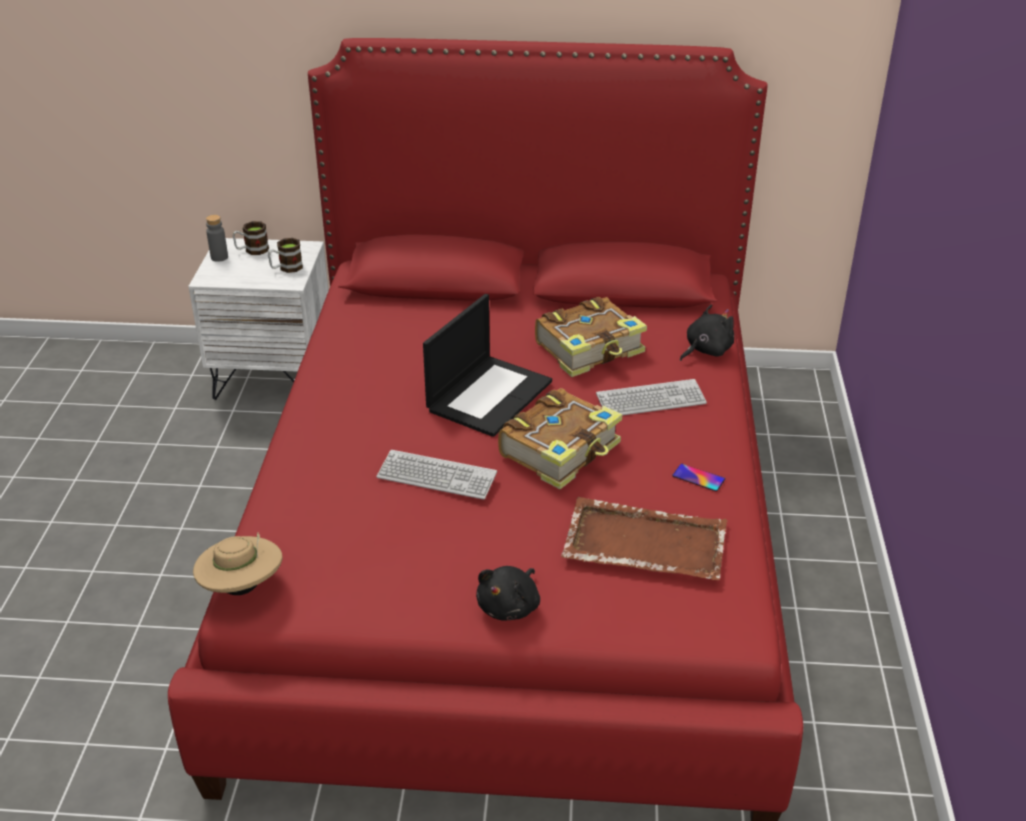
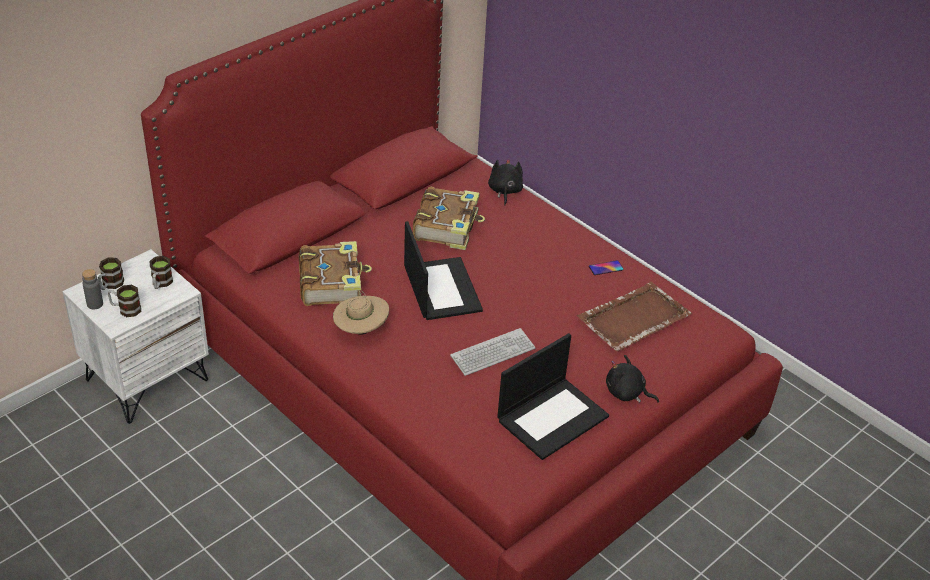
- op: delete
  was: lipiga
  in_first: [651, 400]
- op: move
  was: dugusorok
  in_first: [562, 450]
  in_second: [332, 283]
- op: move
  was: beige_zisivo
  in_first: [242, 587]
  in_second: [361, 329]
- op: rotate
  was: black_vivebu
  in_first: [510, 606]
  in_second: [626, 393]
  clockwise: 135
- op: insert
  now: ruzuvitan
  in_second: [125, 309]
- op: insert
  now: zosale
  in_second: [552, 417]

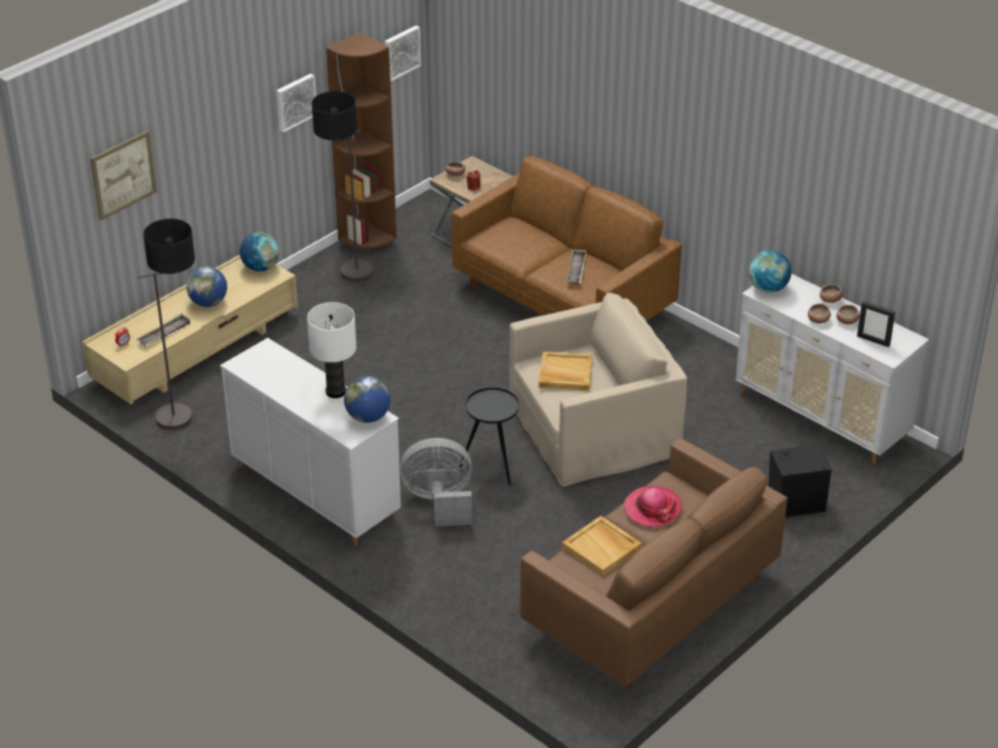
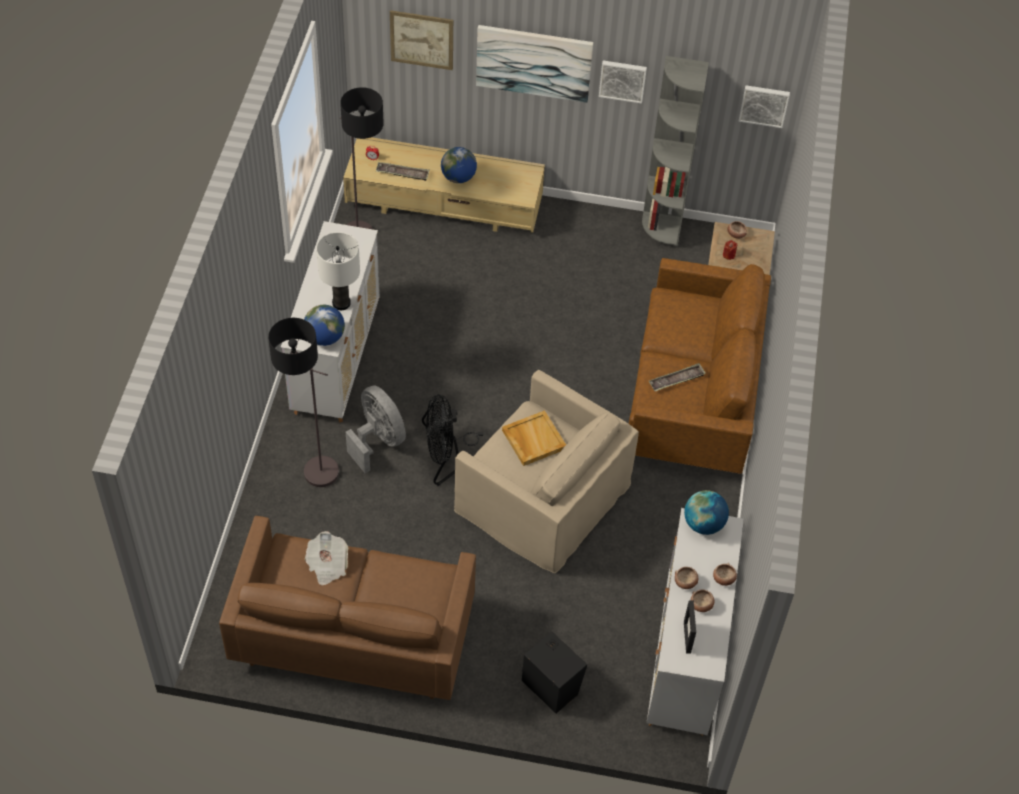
- op: recolor
  was: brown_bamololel
  now: grey_bamololel
  in_first: [367, 243]
  in_second: [661, 231]
- op: move
  was: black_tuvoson
  in_first: [348, 275]
  in_second: [311, 469]
- op: delete
  was: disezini
  in_first: [261, 267]
- op: replace
  was: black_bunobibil
  now: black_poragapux
  in_first: [492, 464]
  in_second: [446, 452]
- op: delete
  was: zisivo
  in_first: [652, 508]
- op: replace
  was: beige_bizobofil
  now: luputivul
  in_first: [602, 548]
  in_second: [327, 565]
- op: insert
  now: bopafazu
  in_second: [534, 62]

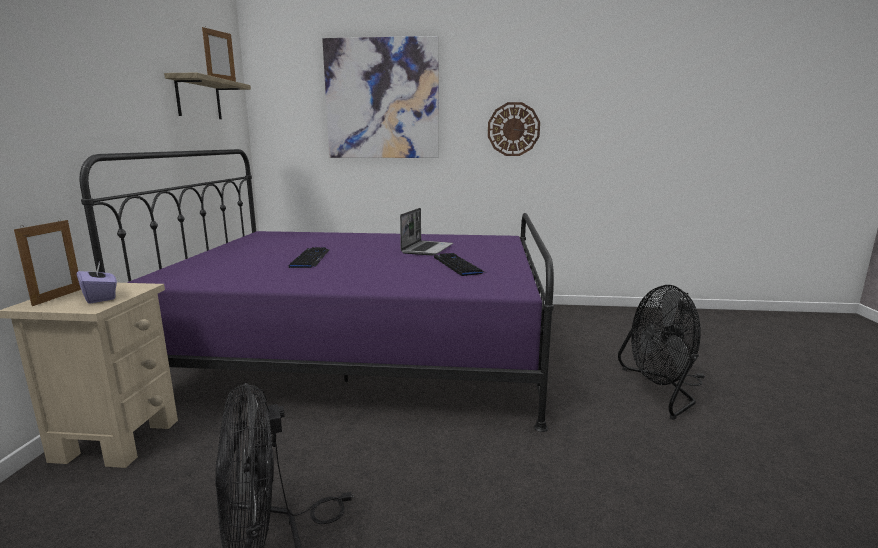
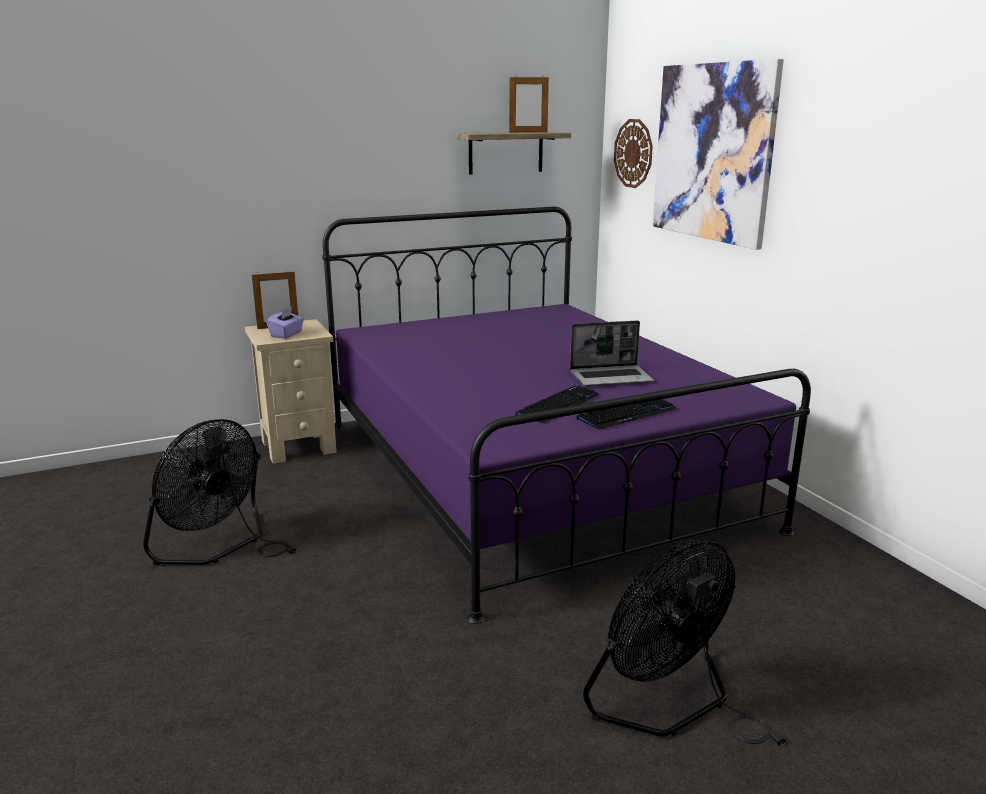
- op: move
  was: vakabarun
  in_first: [513, 129]
  in_second: [633, 153]
- op: move
  was: lipiga
  in_first: [310, 259]
  in_second: [627, 415]

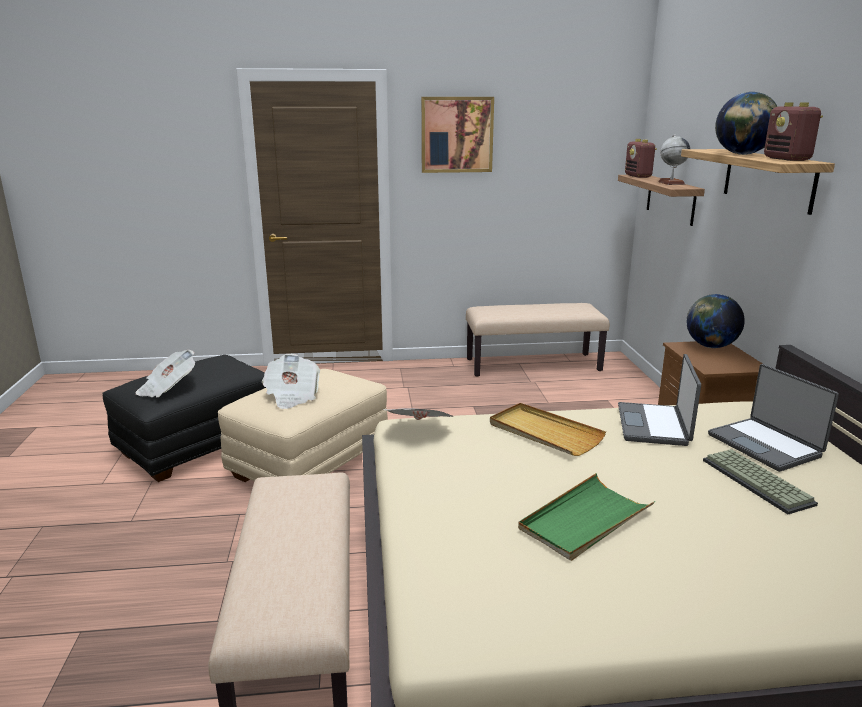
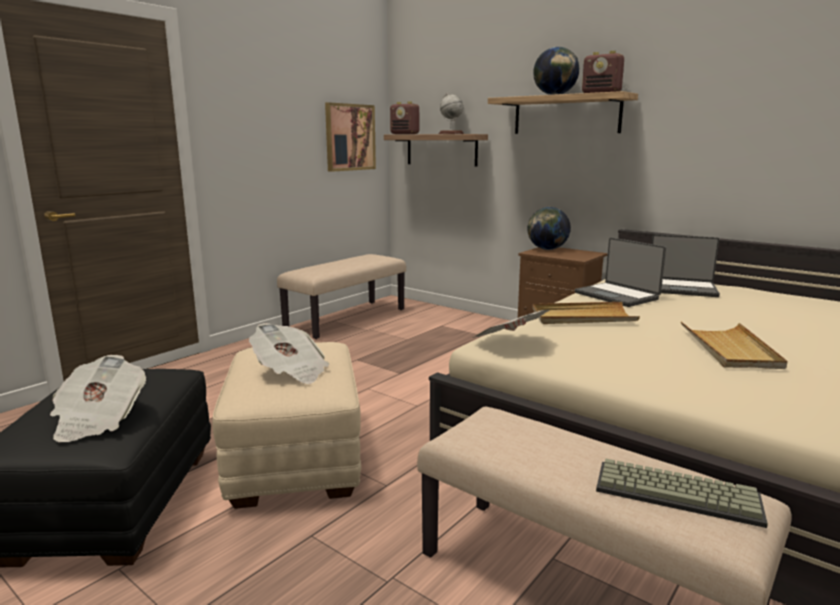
- op: move
  was: bopafazu
  in_first: [457, 135]
  in_second: [350, 137]
- op: move
  was: lipiga
  in_first: [759, 482]
  in_second: [678, 492]
- op: recolor
  was: green_bizobofil
  now: beige_bizobofil
  in_first: [584, 520]
  in_second: [730, 349]

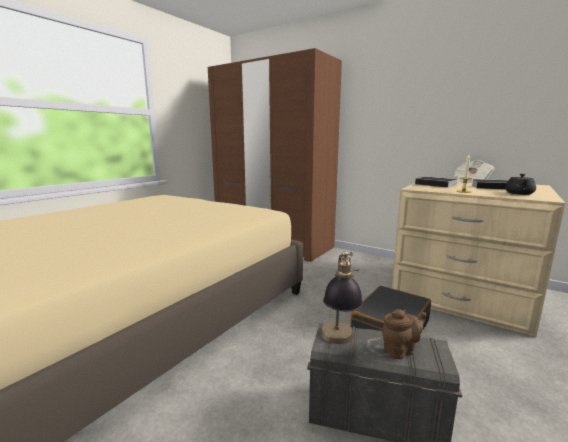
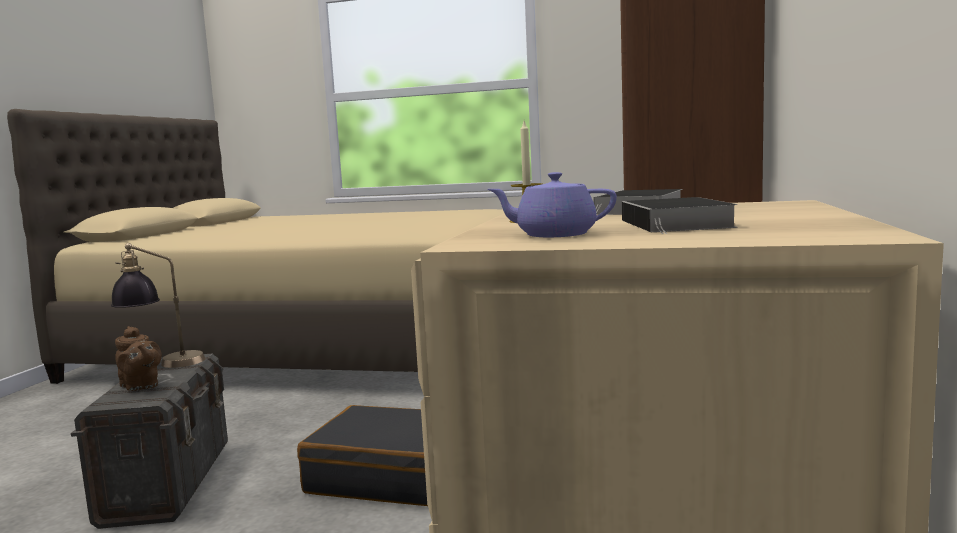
- op: delete
  was: luputivul
  in_first: [470, 182]
- op: recolor
  was: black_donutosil
  now: purple_donutosil
  in_first: [519, 193]
  in_second: [554, 235]

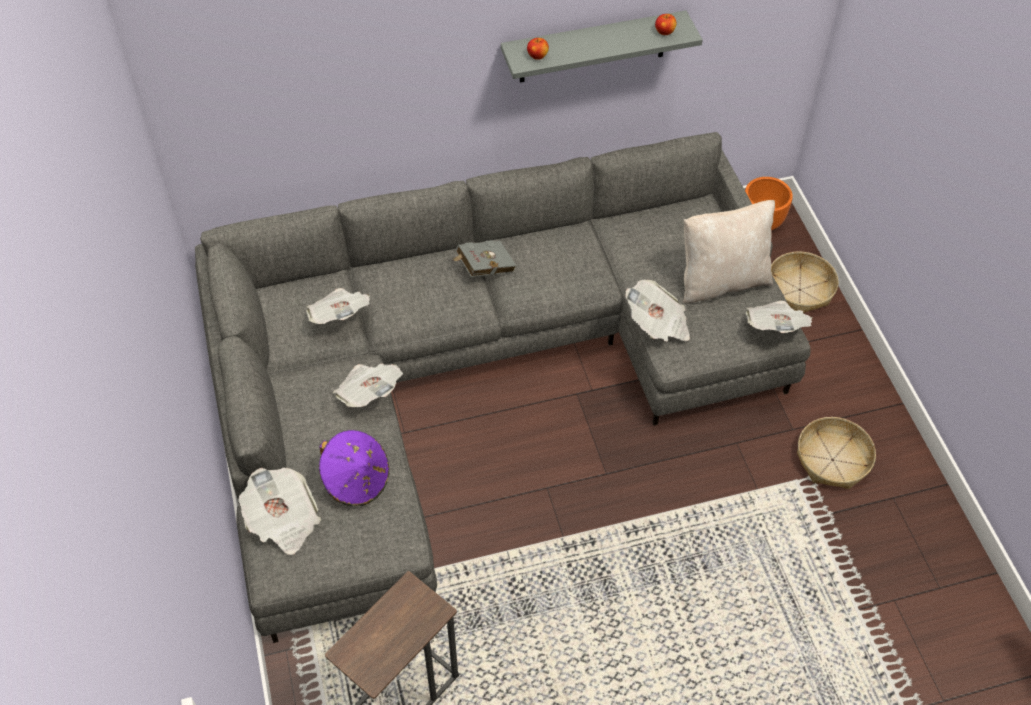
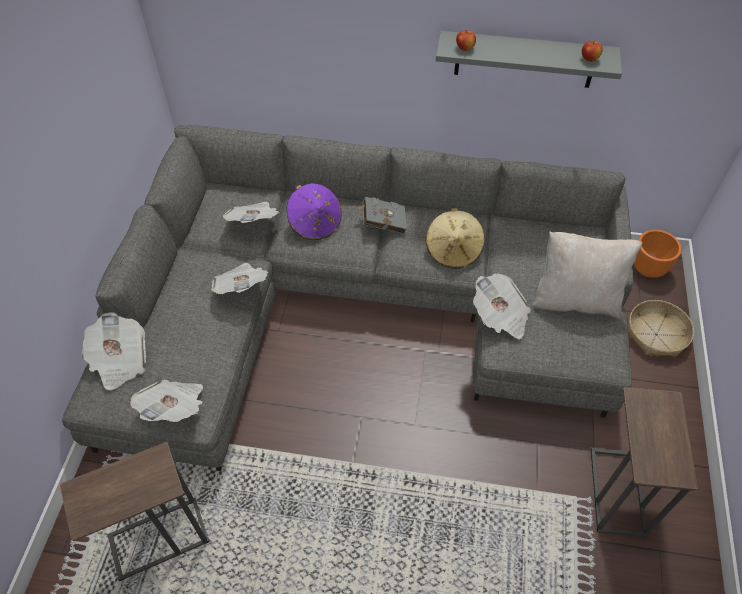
- op: move
  was: luputivul
  in_first: [775, 327]
  in_second: [174, 408]
- op: replace
  was: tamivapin
  now: brown_bunobibil
  in_first: [832, 460]
  in_second: [618, 492]
- op: move
  was: purple_zisivo
  in_first: [356, 480]
  in_second: [315, 223]
- op: insert
  now: beige_zisivo
  in_second: [453, 251]

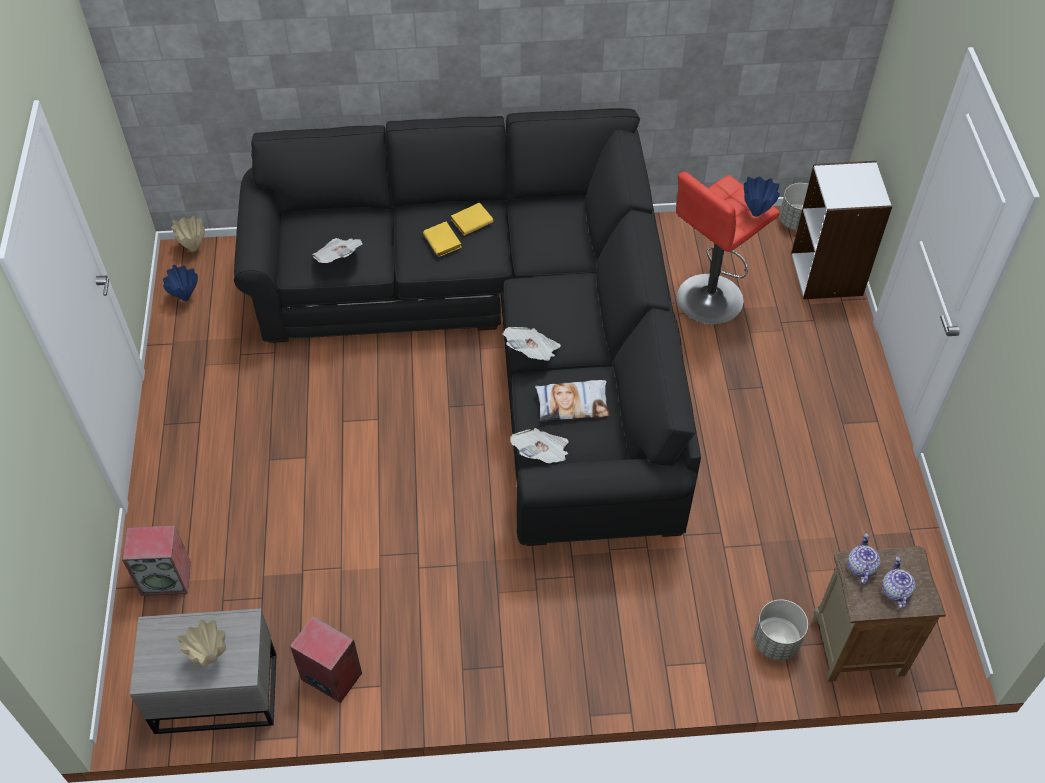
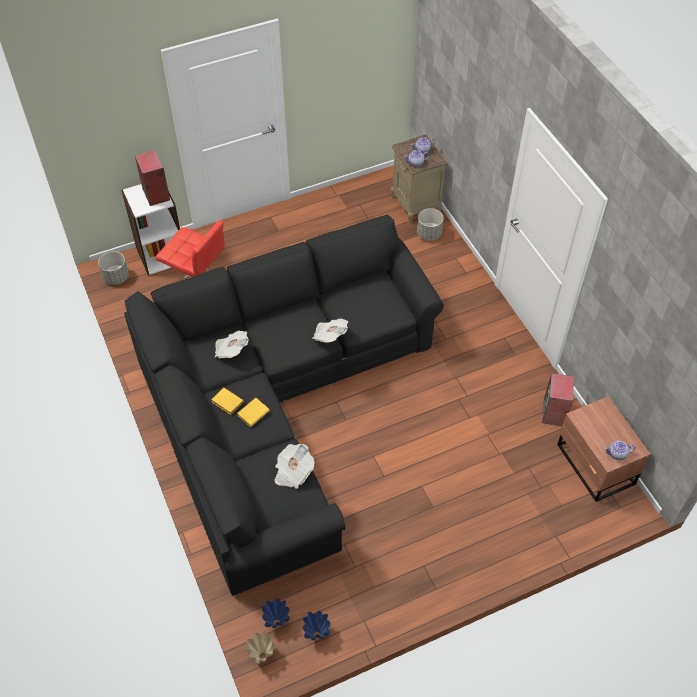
- op: move
  was: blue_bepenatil
  in_first: [756, 214]
  in_second: [277, 622]
- op: delete
  was: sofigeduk
  in_first: [572, 403]
- op: move
  was: luputivul
  in_first: [542, 454]
  in_second: [231, 350]
- op: move
  was: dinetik
  in_first: [167, 578]
  in_second: [155, 194]
- op: recolor
  was: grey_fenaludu
  now: brown_fenaludu
  in_first: [214, 691]
  in_second: [595, 465]
- op: delete
  was: beige_bepenatil
  in_first: [211, 659]
- op: insert
  now: donutosil
  in_second: [617, 454]

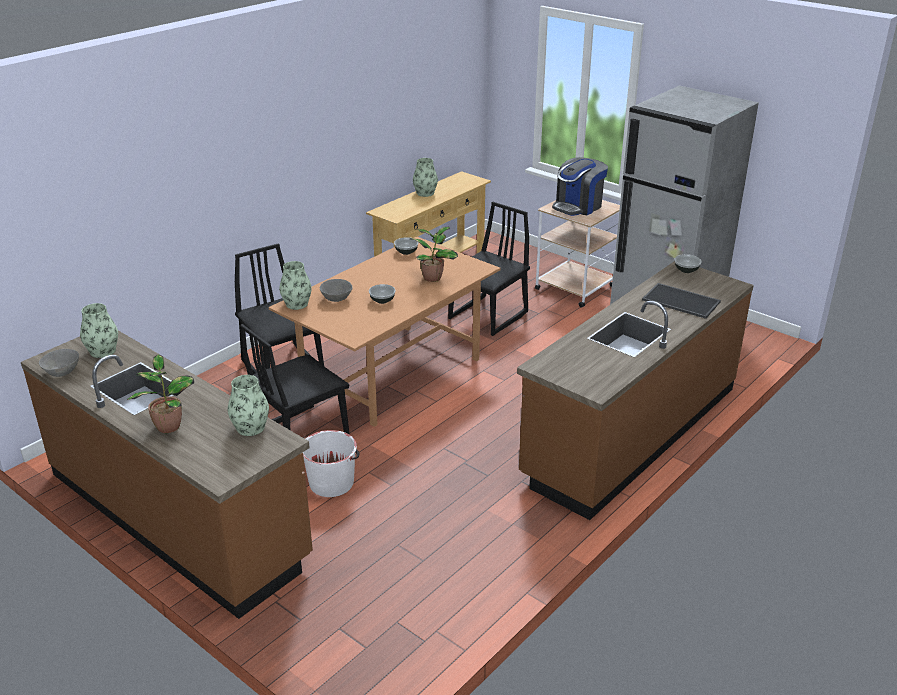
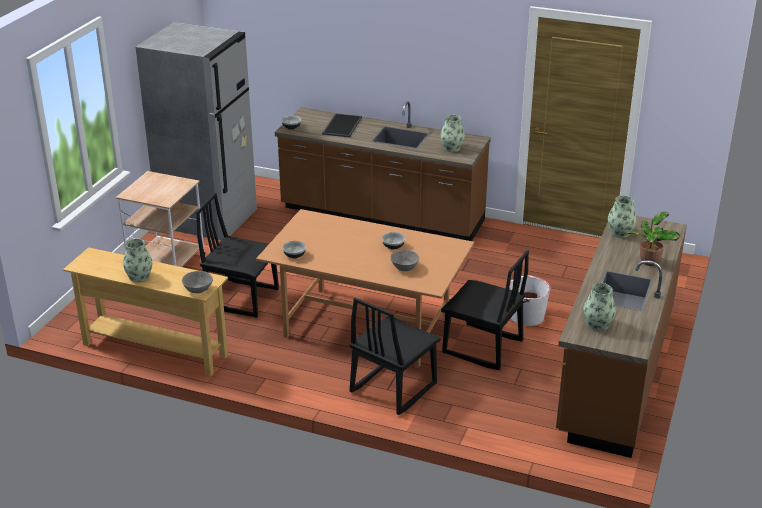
- op: delete
  was: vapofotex
  in_first: [578, 206]
- op: delete
  was: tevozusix
  in_first: [433, 277]
- op: move
  was: bepenatil
  in_first: [296, 304]
  in_second: [452, 148]
- op: move
  was: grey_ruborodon
  in_first: [62, 371]
  in_second: [197, 290]

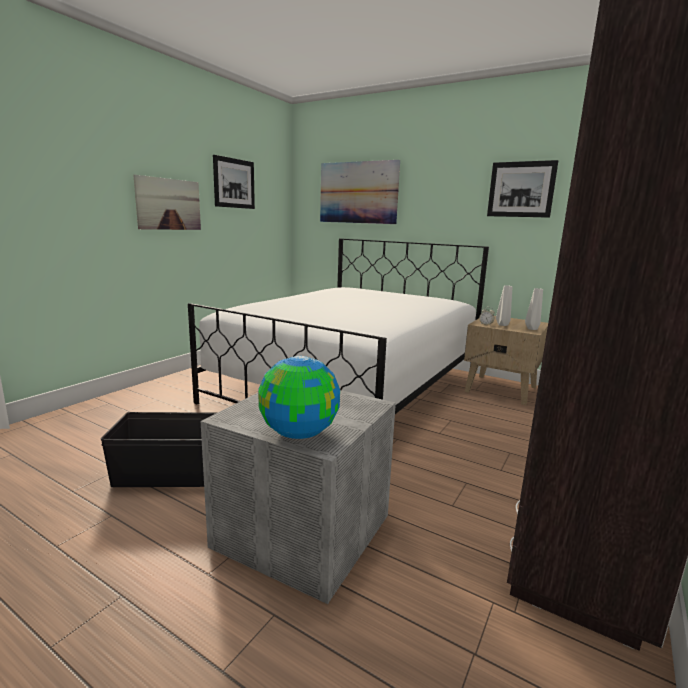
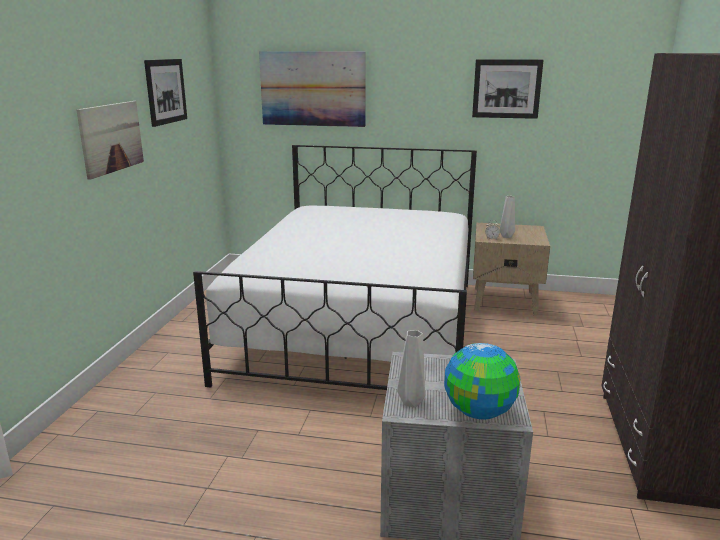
- op: move
  was: grey_bepenatil
  in_first: [532, 329]
  in_second: [411, 403]
- op: delete
  was: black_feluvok
  in_first: [169, 473]

